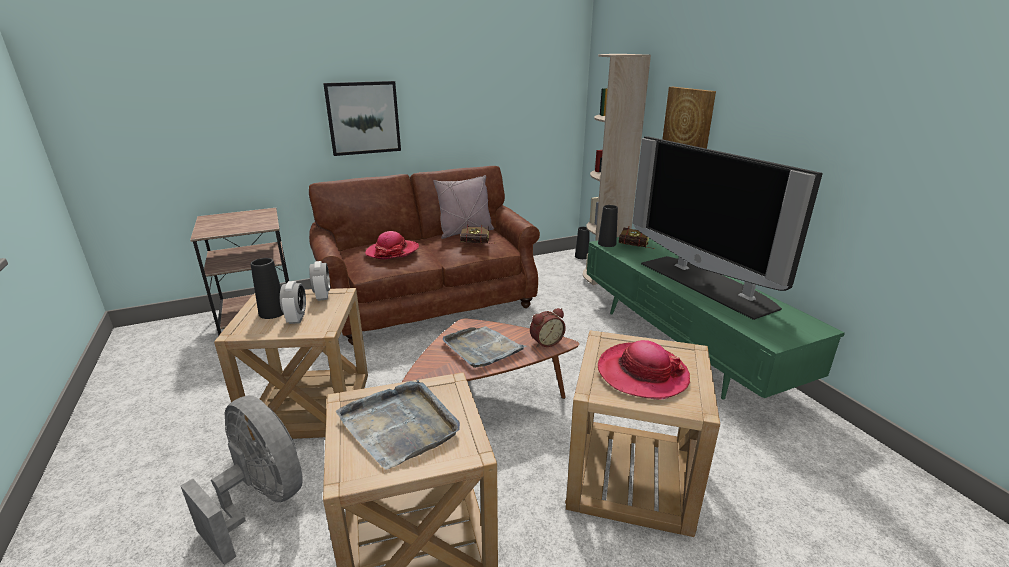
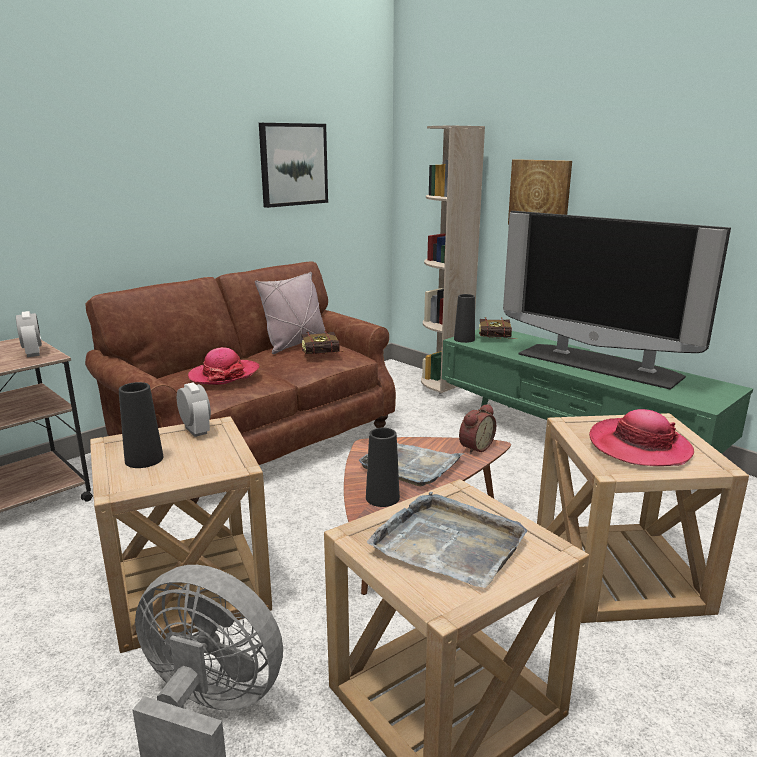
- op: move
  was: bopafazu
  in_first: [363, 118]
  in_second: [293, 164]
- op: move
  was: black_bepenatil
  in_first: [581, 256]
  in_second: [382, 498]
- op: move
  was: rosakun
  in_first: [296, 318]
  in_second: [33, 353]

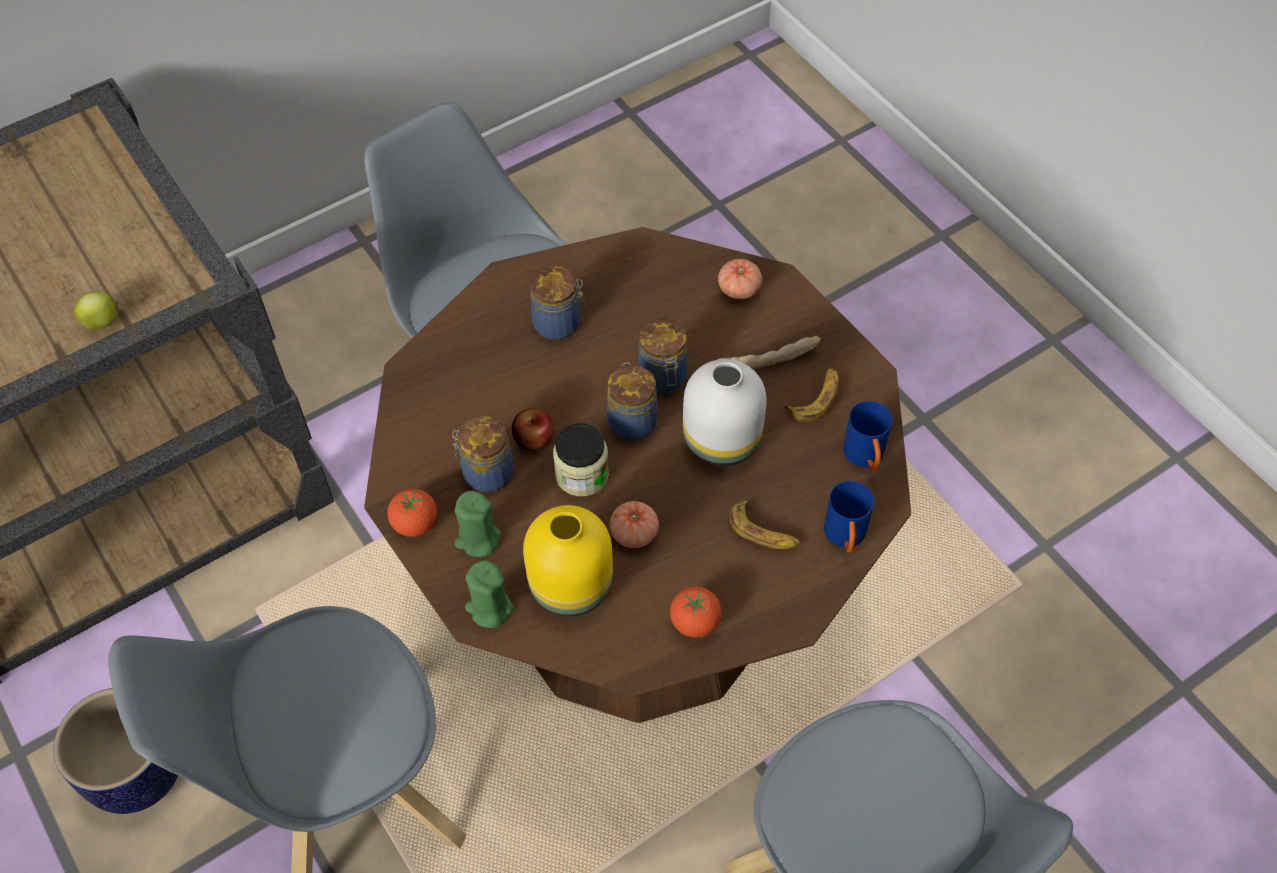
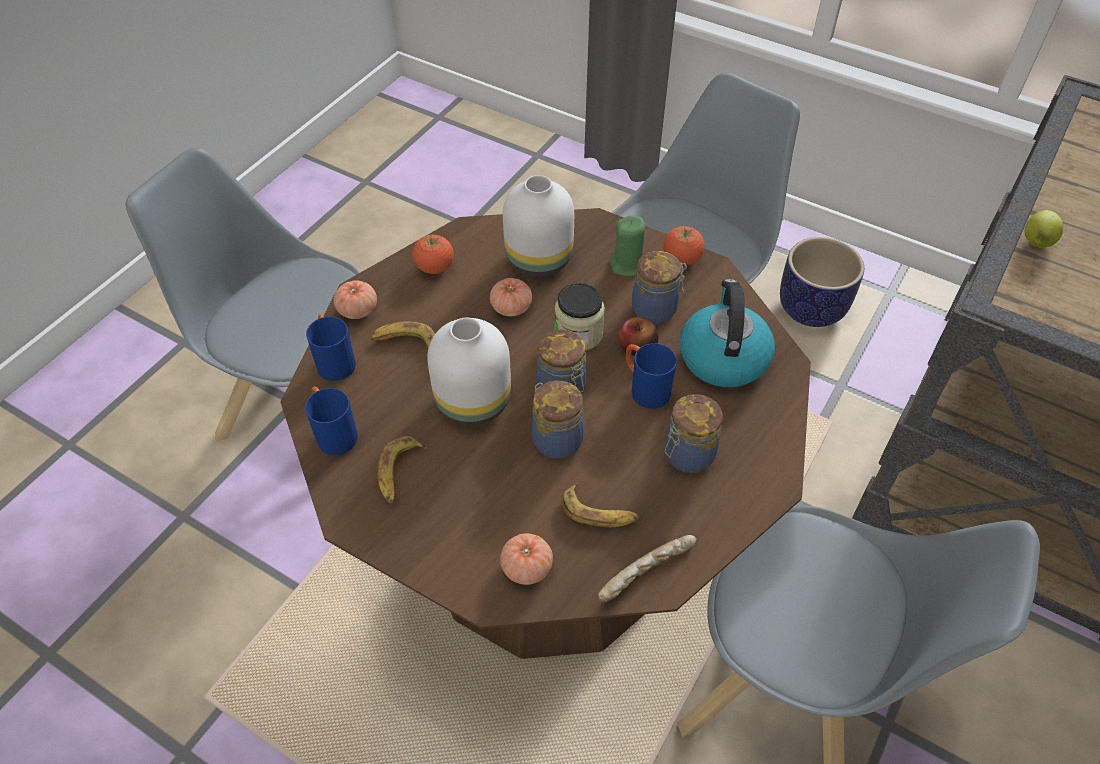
- op: move
  was: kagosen
  in_first: [766, 359]
  in_second: [647, 574]
- op: recolor
  was: yellow_bepenatil
  now: white_bepenatil
  in_first: [570, 588]
  in_second: [539, 258]
- op: delete
  was: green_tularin
  in_first: [489, 608]
- op: insert
  now: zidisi
  in_second: [723, 357]
- op: insert
  now: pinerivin
  in_second: [357, 310]
- op: insert
  now: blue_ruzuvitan
  in_second: [644, 389]
- op: insert
  now: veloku
  in_second: [599, 512]

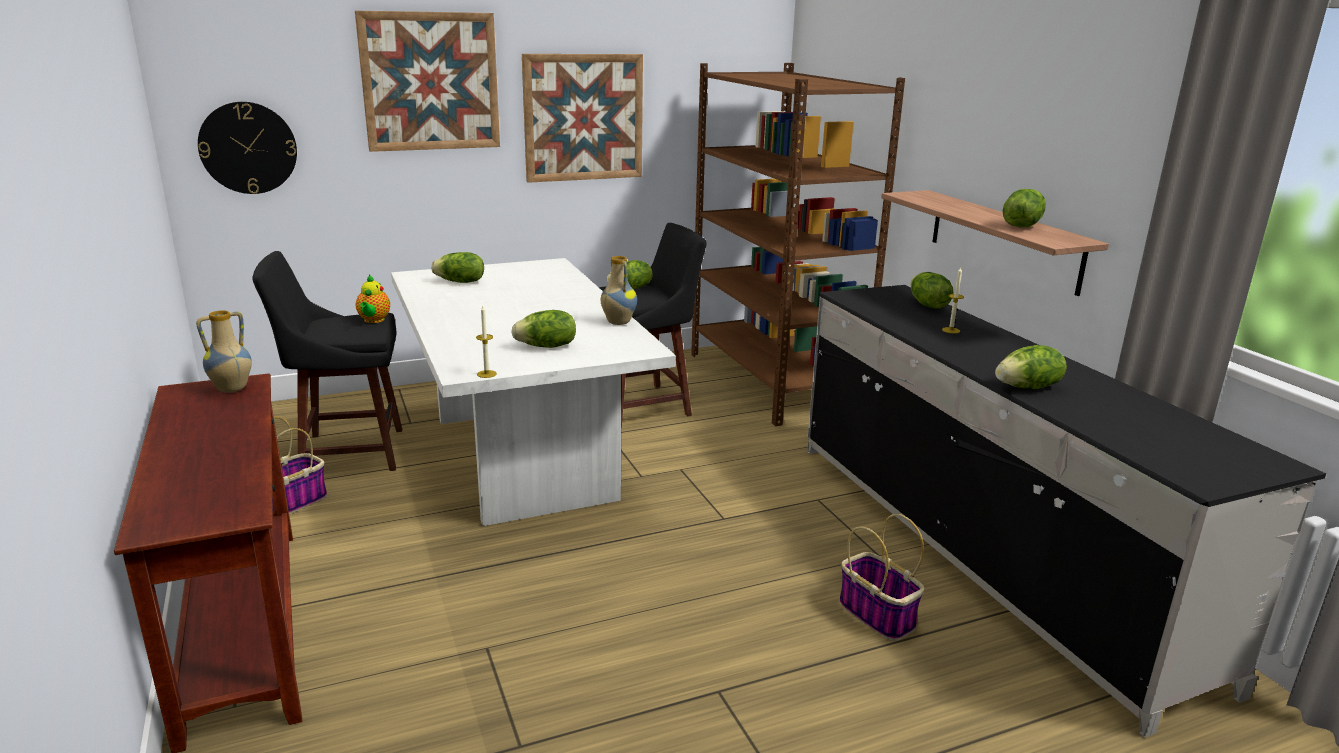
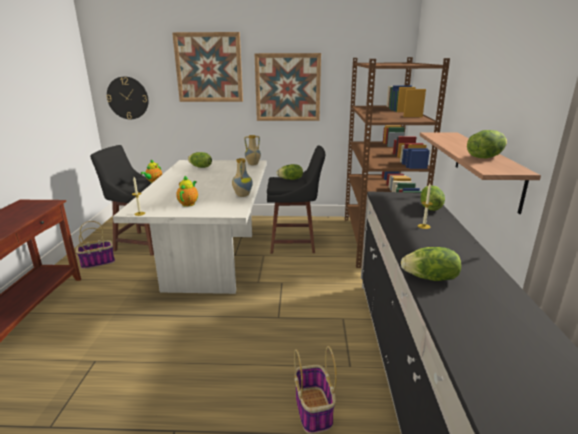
- op: move
  was: bepenatil
  in_first: [232, 389]
  in_second: [253, 164]
- op: replace
  was: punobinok
  now: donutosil
  in_first: [547, 346]
  in_second: [189, 203]

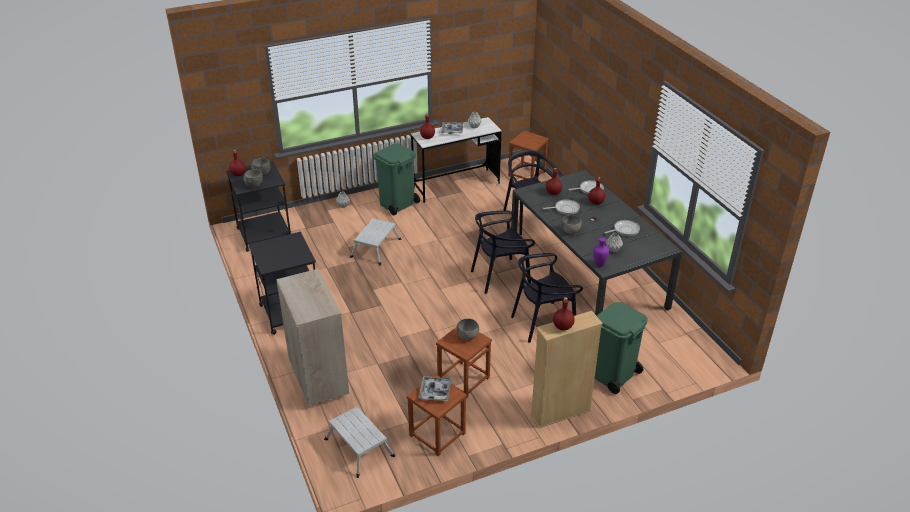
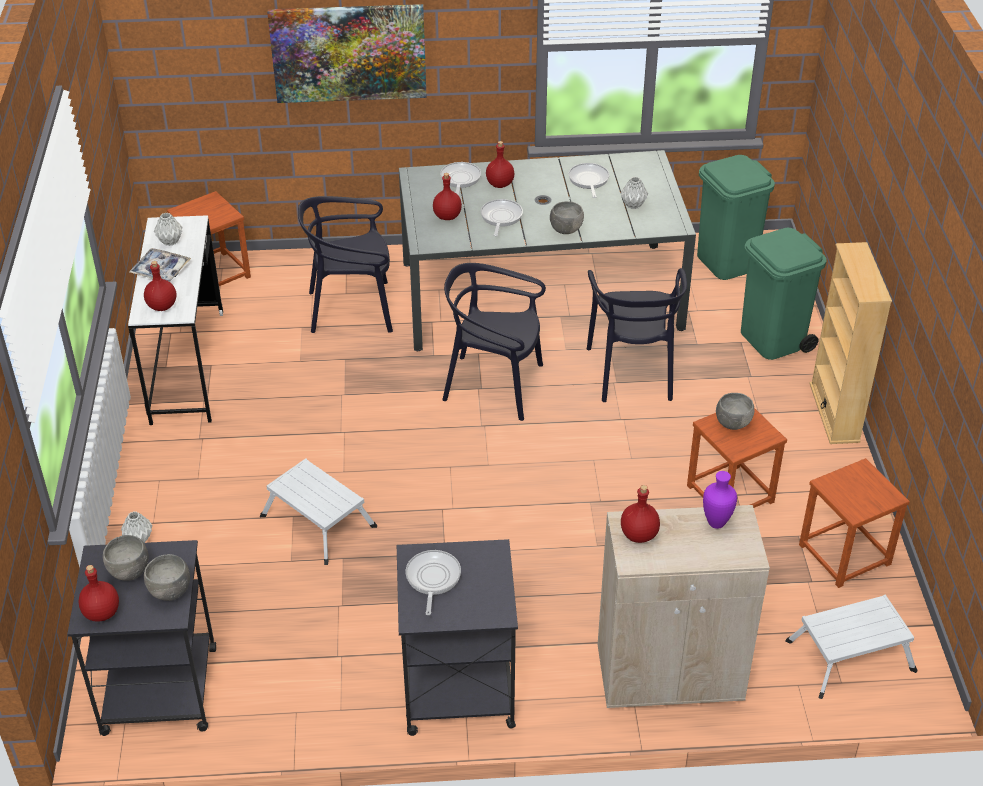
- op: move
  was: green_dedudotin
  in_first: [397, 204]
  in_second: [727, 263]
- op: rotate
  was: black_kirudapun
  in_first: [500, 277]
  in_second: [494, 385]
  clockwise: 105
- op: move
  was: purple_bepenatil
  in_first: [599, 265]
  in_second: [717, 523]
- op: move
  was: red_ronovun
  in_first: [563, 327]
  in_second: [639, 535]
- op: delete
  was: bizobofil
  in_first: [435, 391]
- op: insert
  now: bopafazu
  in_second: [348, 53]
- op: insert
  now: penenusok
  in_second: [432, 579]

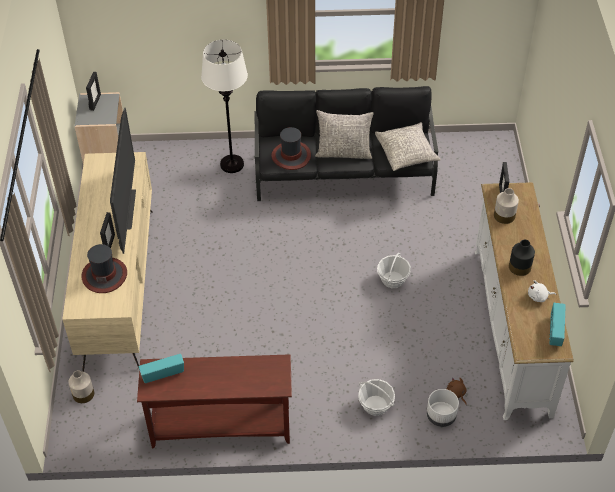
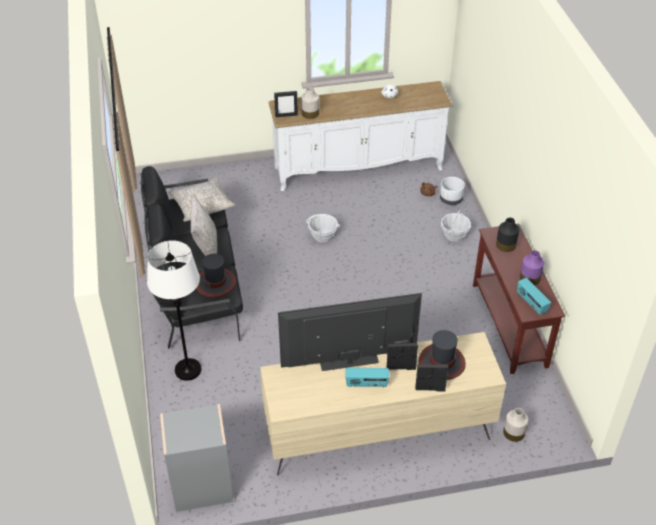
- op: move
  was: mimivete
  in_first: [95, 102]
  in_second: [430, 389]
- op: move
  was: black_bepenatil
  in_first: [519, 266]
  in_second: [505, 245]
- op: move
  was: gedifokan
  in_first: [555, 331]
  in_second: [366, 384]
- op: insert
  now: purple_bepenatil
  in_second: [530, 278]

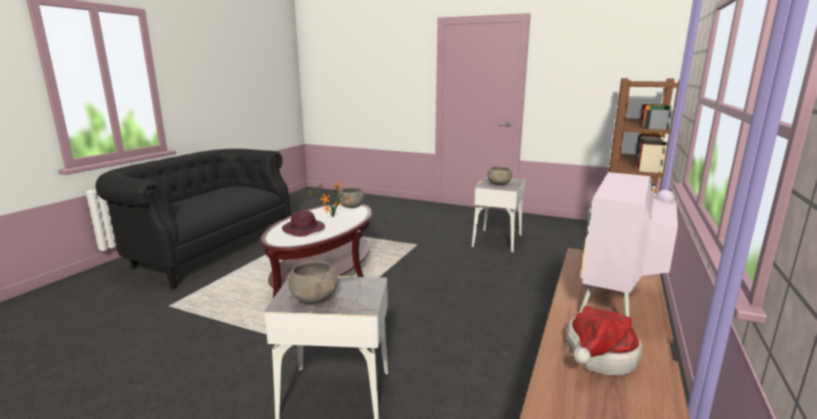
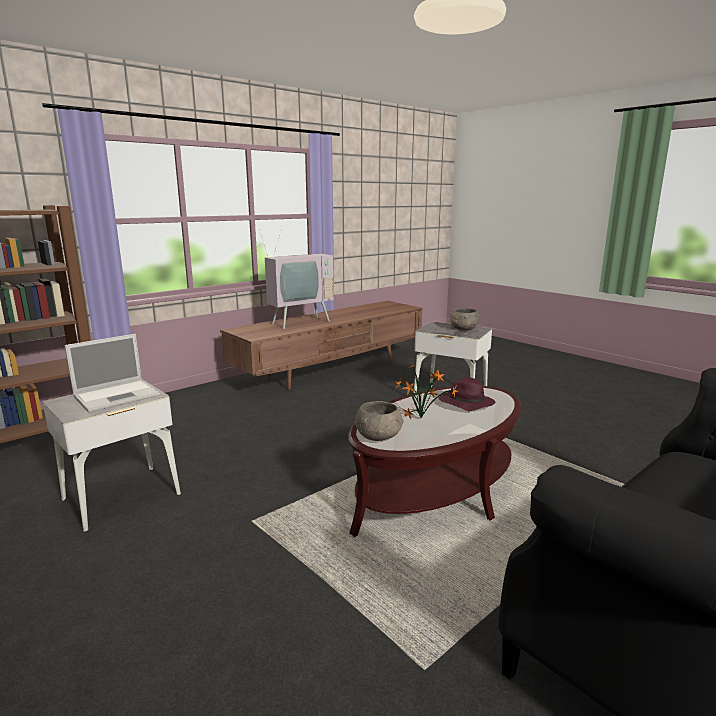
- op: replace
  was: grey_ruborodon
  now: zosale
  in_first: [499, 184]
  in_second: [118, 395]
- op: delete
  was: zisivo
  in_first: [598, 357]

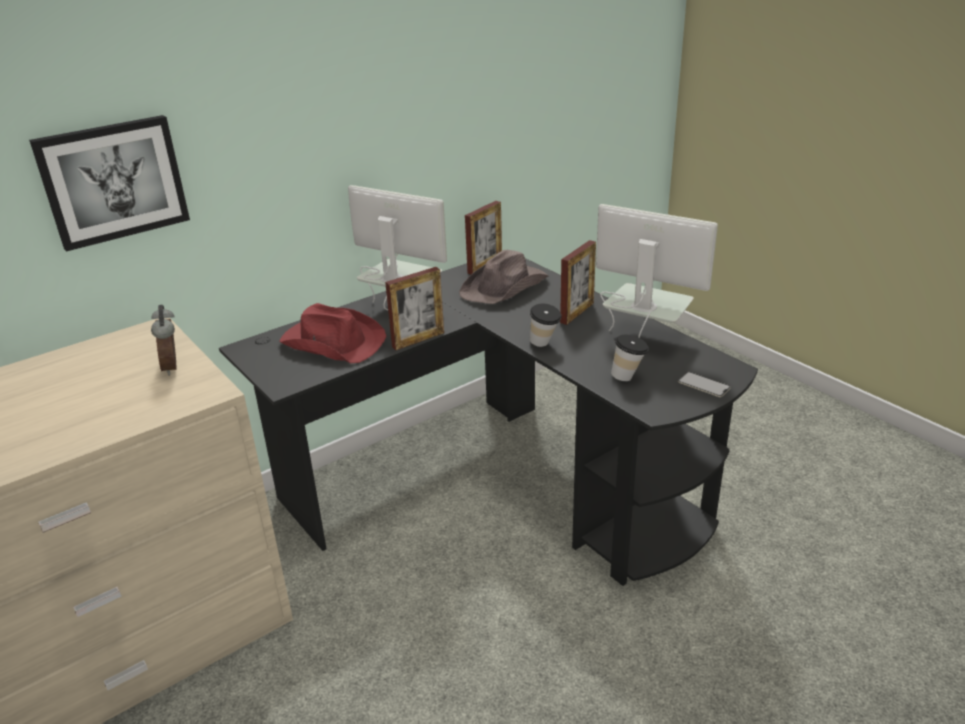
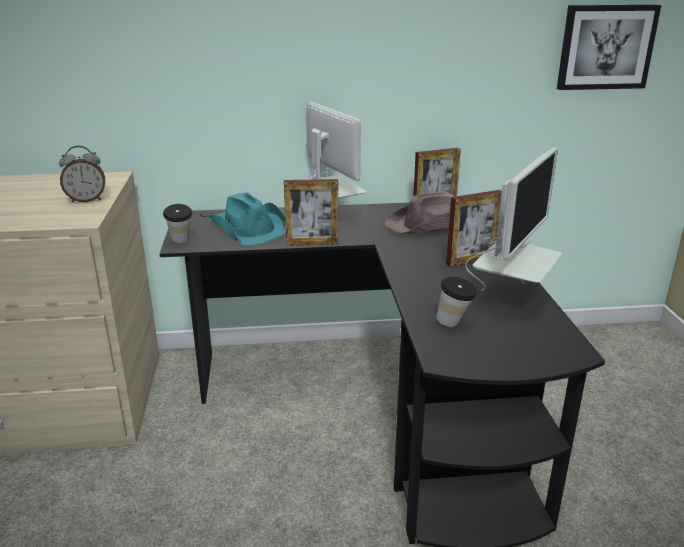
- op: move
  was: bopafazu
  in_first: [113, 181]
  in_second: [606, 47]
- op: rotate
  was: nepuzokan
  in_first: [643, 339]
  in_second: [510, 298]
  clockwise: 60
- op: recolor
  was: red_zisivo
  now: turquoise_zisivo
  in_first: [332, 342]
  in_second: [250, 227]
- op: move
  was: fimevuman
  in_first: [544, 344]
  in_second: [181, 242]
- op: rotate
  was: rosakun
  in_first: [173, 367]
  in_second: [86, 200]
  clockwise: -120
- op: delete
  was: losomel
  in_first: [704, 385]

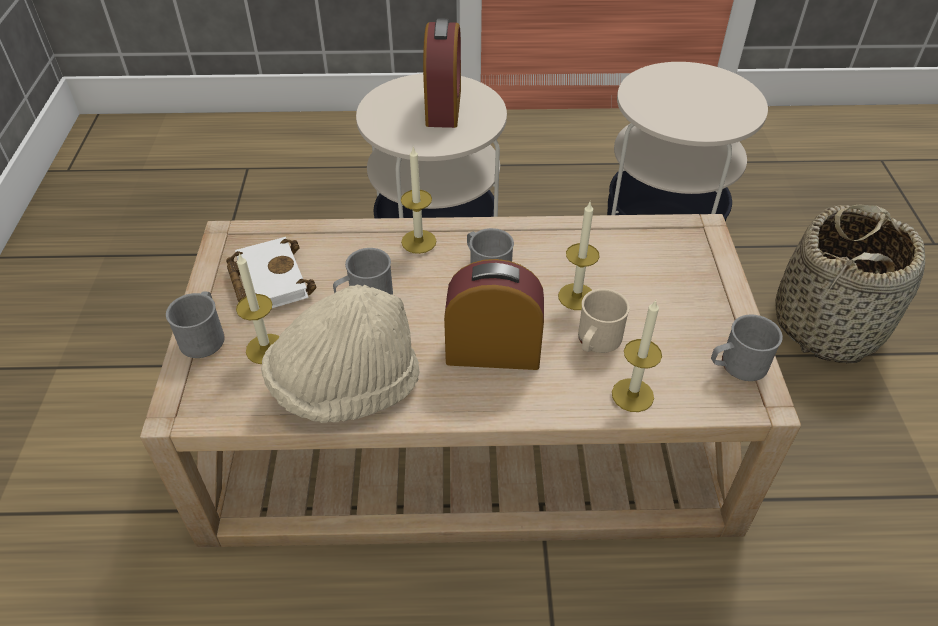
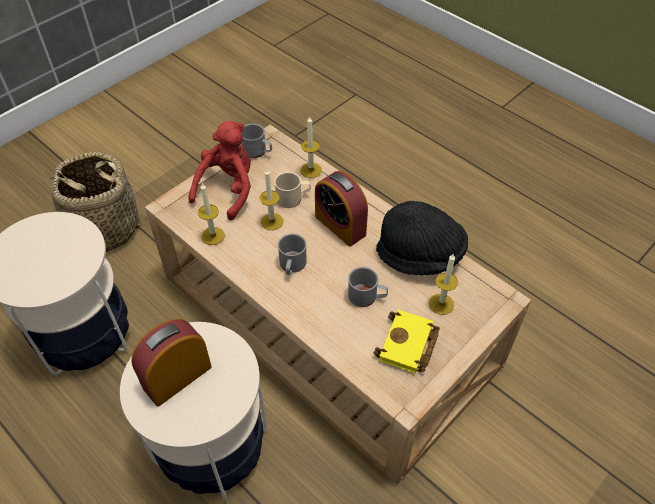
- op: move
  was: tularin
  in_first: [418, 241]
  in_second: [213, 236]
- op: recolor
  was: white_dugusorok
  now: yellow_dugusorok
  in_first: [268, 279]
  in_second: [408, 346]
- op: recolor
  was: beige_zisivo
  now: black_zisivo
  in_first: [346, 386]
  in_second: [420, 255]
- op: delete
  was: grey_ruzuvitan
  in_first: [204, 335]
- op: insert
  now: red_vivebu
  in_second: [228, 189]

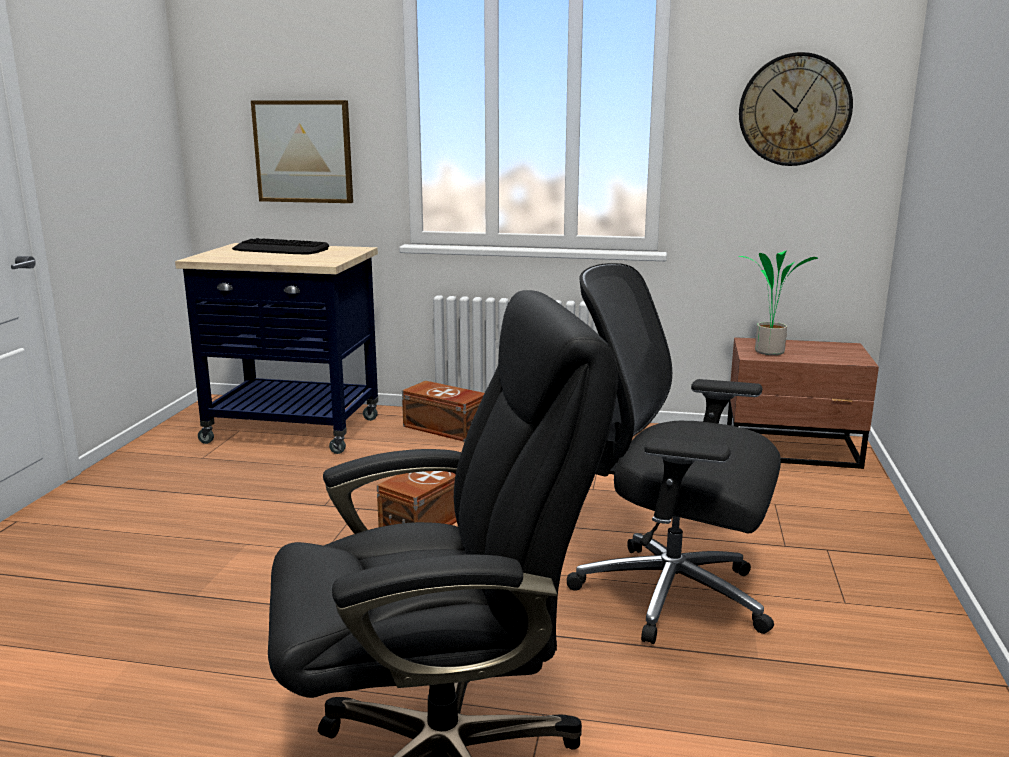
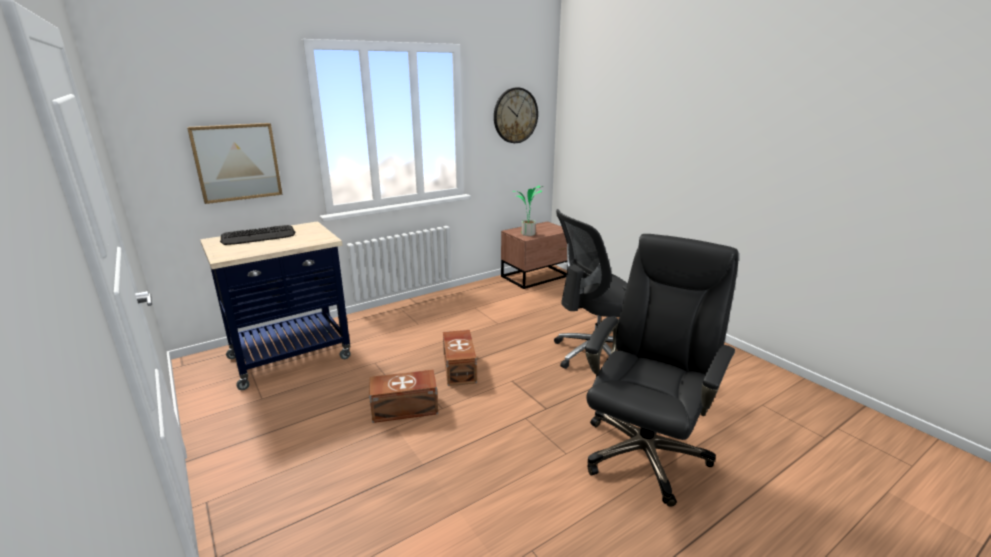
- op: move
  was: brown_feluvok
  in_first: [445, 428]
  in_second: [406, 409]

